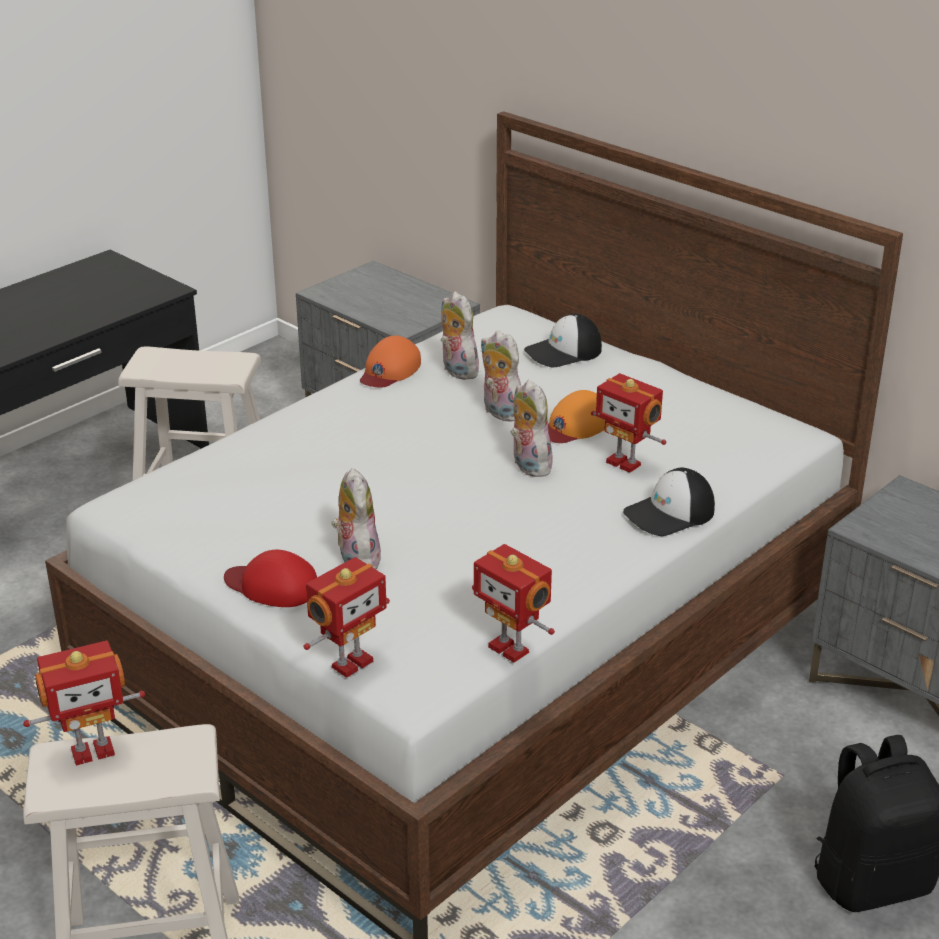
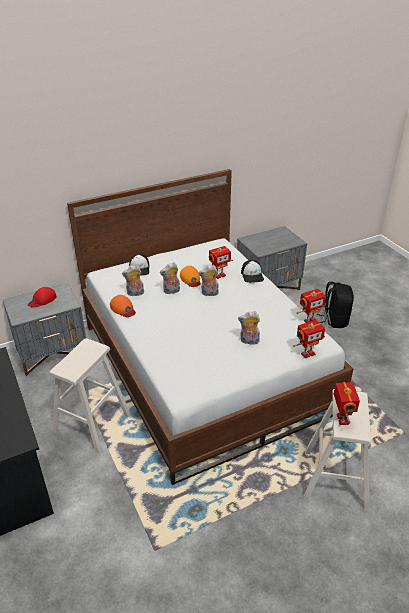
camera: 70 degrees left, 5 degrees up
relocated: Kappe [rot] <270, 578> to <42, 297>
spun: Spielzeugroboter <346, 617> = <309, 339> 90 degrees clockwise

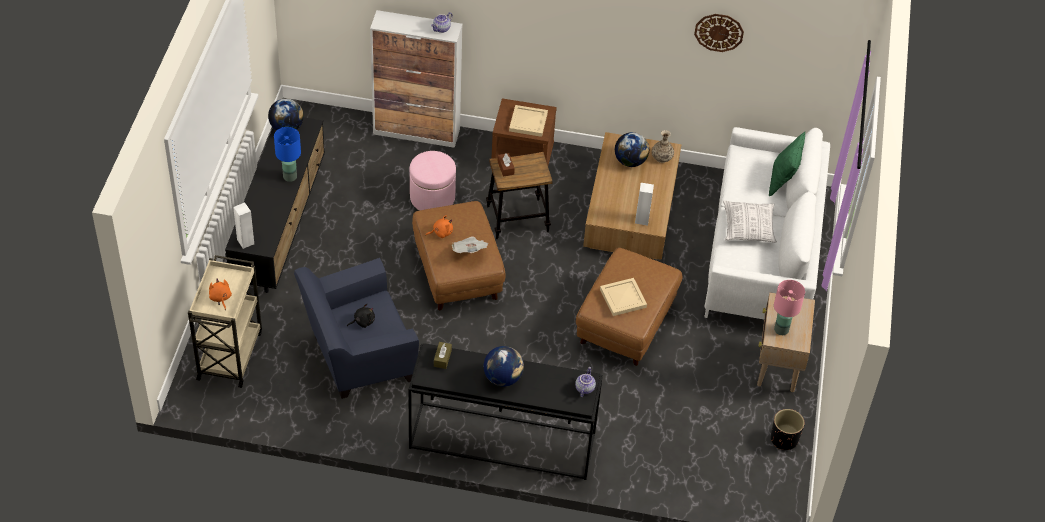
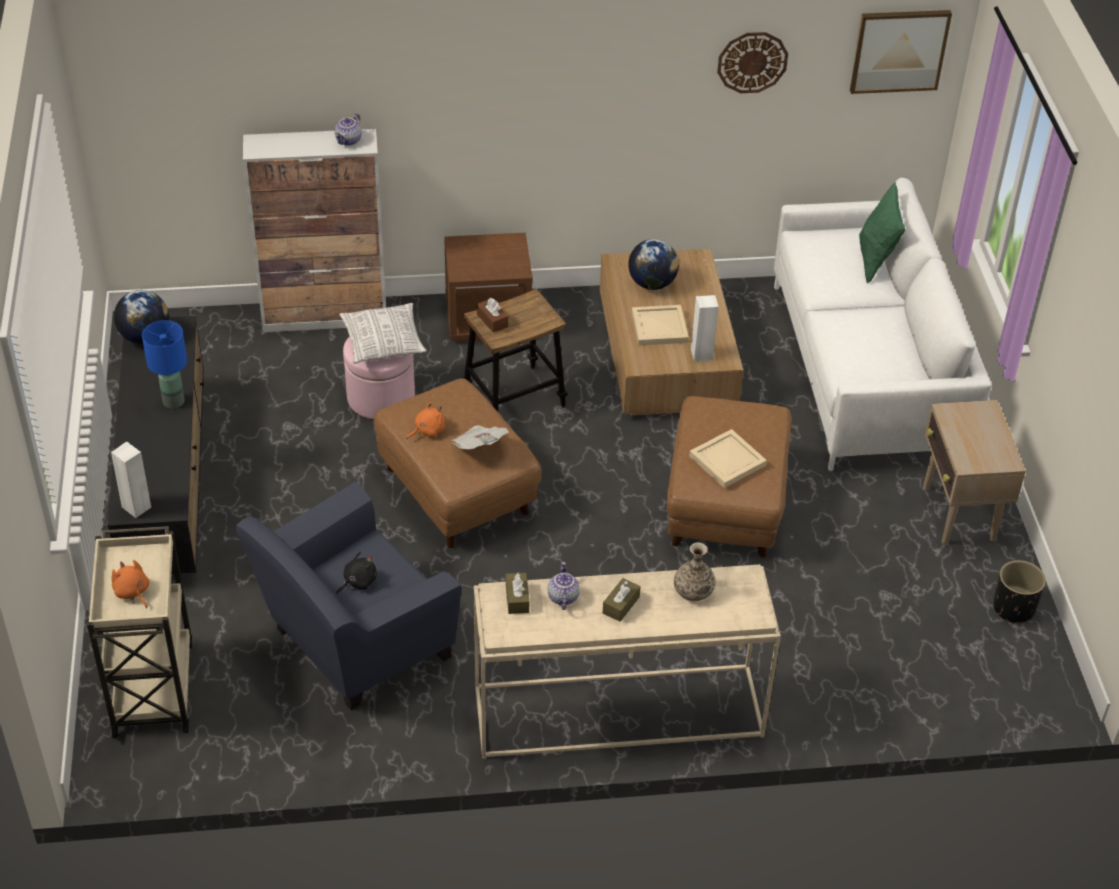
camera: 15 degrees left, 5 degrees down
missing: Tischlampe [rosa] <789, 307>
appeared: Bild <901, 52>
relocated: Kissen <750, 222> to <383, 333>; Teekanne <585, 382> to <564, 586>; Tablett [beige] <528, 121> to <660, 325>; Vase <663, 146> to <695, 571>
exchanged: Globus <504, 366> to Taschentuchbox [braun] <621, 600>
colour: Konsolentisch [schwarz] <505, 411> to Konsolentisch [beige] <627, 662>

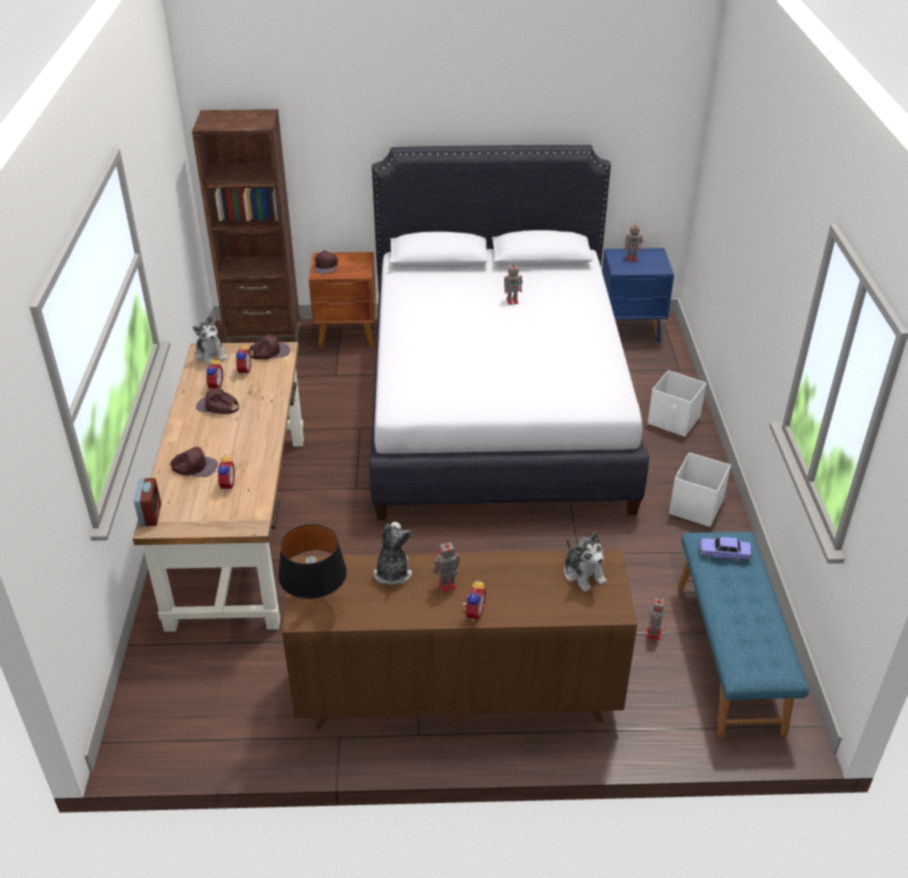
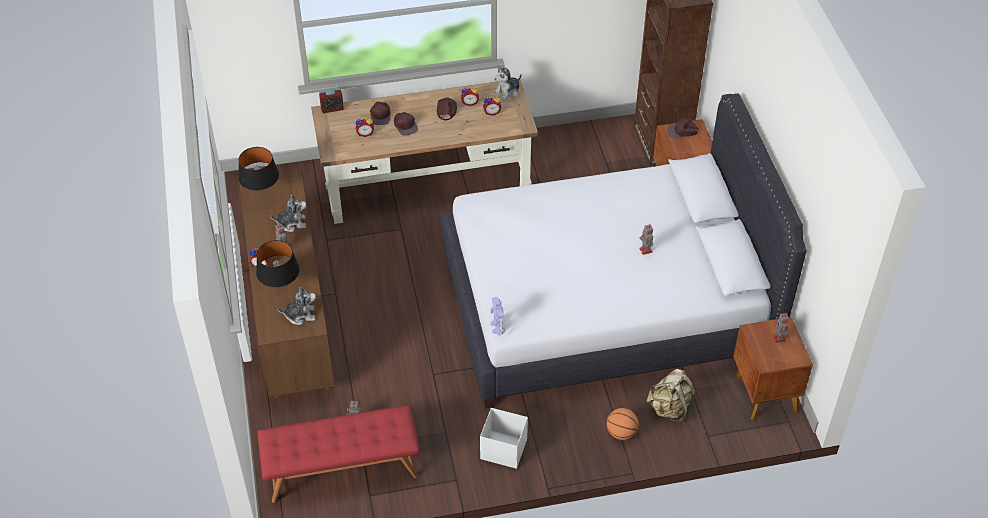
camera: 80 degrees right, 10 degrees up
missing: Spielzeugauto <725, 549>
appeared: Tischlampe [schwarz] <277, 264>; Spielzeugroboter <497, 317>; Rucksack [beige] <671, 396>
relocated: Kappe [braun] <269, 346> to <406, 124>
exchanged: Aufbewahrungsbox [weiß] <677, 403> to Basketball <623, 424>
colour: Bank [blau] <743, 635> to Bank [rot] <338, 454>; Nachttisch [blau] <638, 295> to Nachttisch [braun] <773, 368>
spun: Plüschtier <585, 562> = <297, 306> 150 degrees counterclockwise

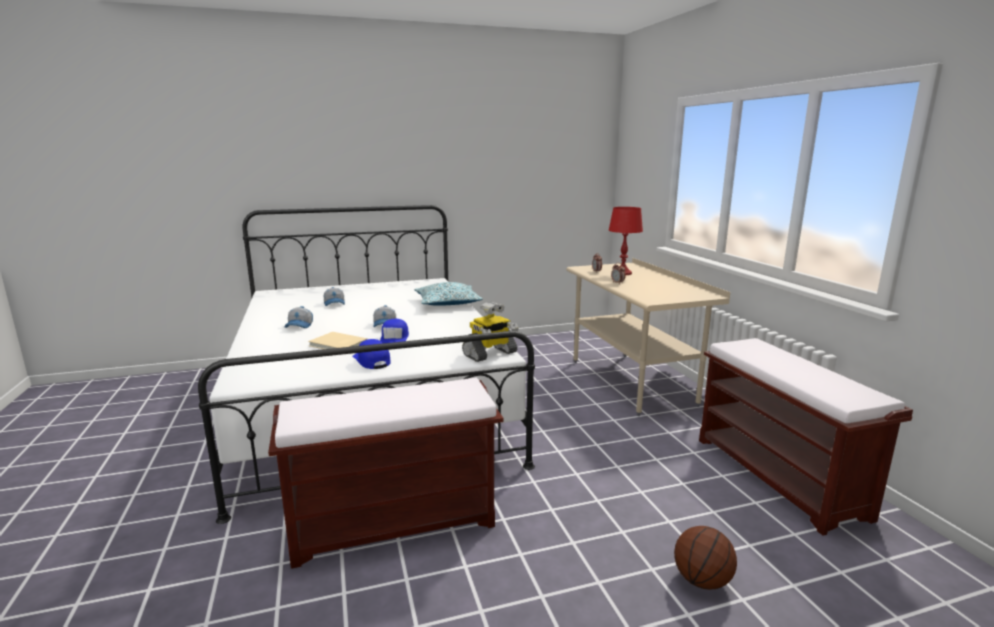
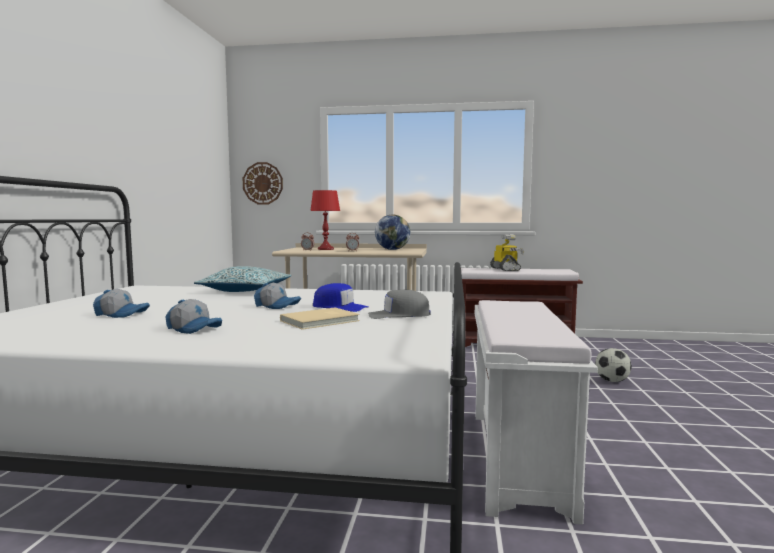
camera: 65 degrees left, 10 degrees down
appeared: Wanduhr <263, 183>; Globus <393, 232>
relocated: Spielzeugroboter <490, 331> to <507, 252>
exchanged: Basketball <705, 558> to Fußball <613, 365>
colour: Kappe [blau] <371, 354> to Kappe [grau] <399, 304>; Bank [braun] <385, 473> to Bank [weiß] <536, 412>

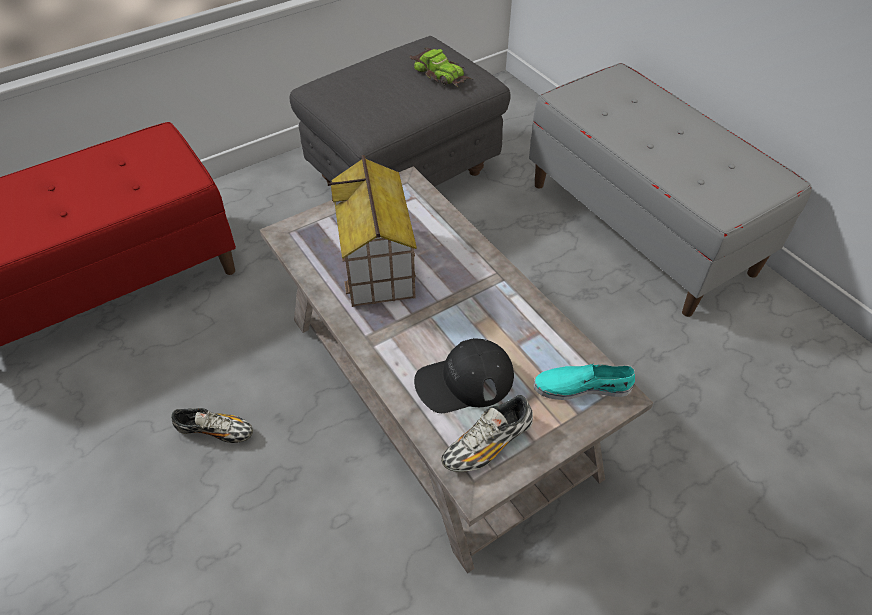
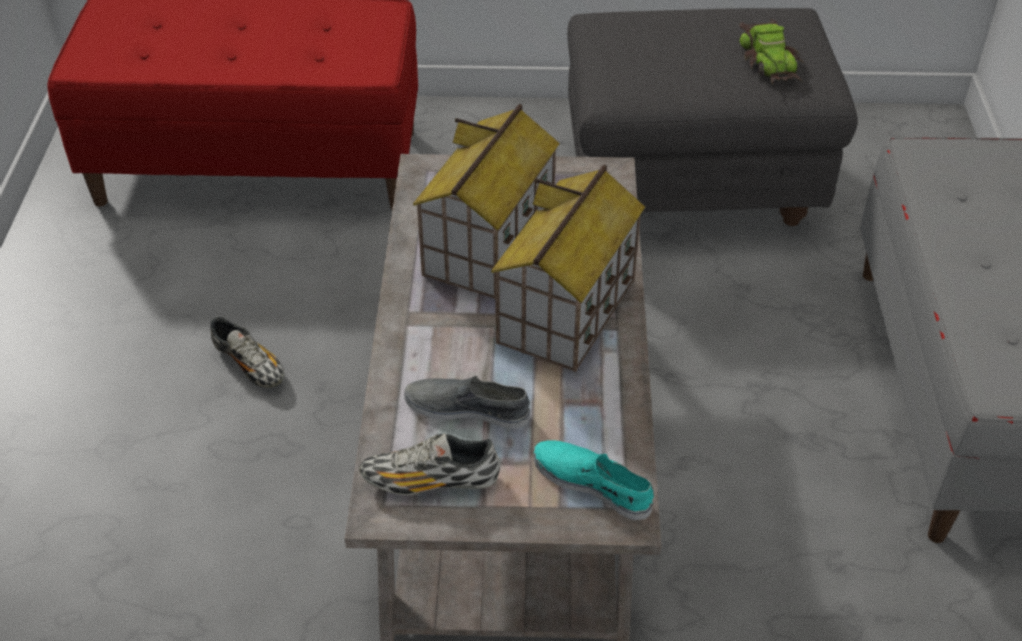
camera: 35 degrees right, 5 degrees down
appeared: Spielzeughaus <568, 268>
exchanged: Kappe [schwarz] <464, 375> to Schuh [grau] <467, 402>

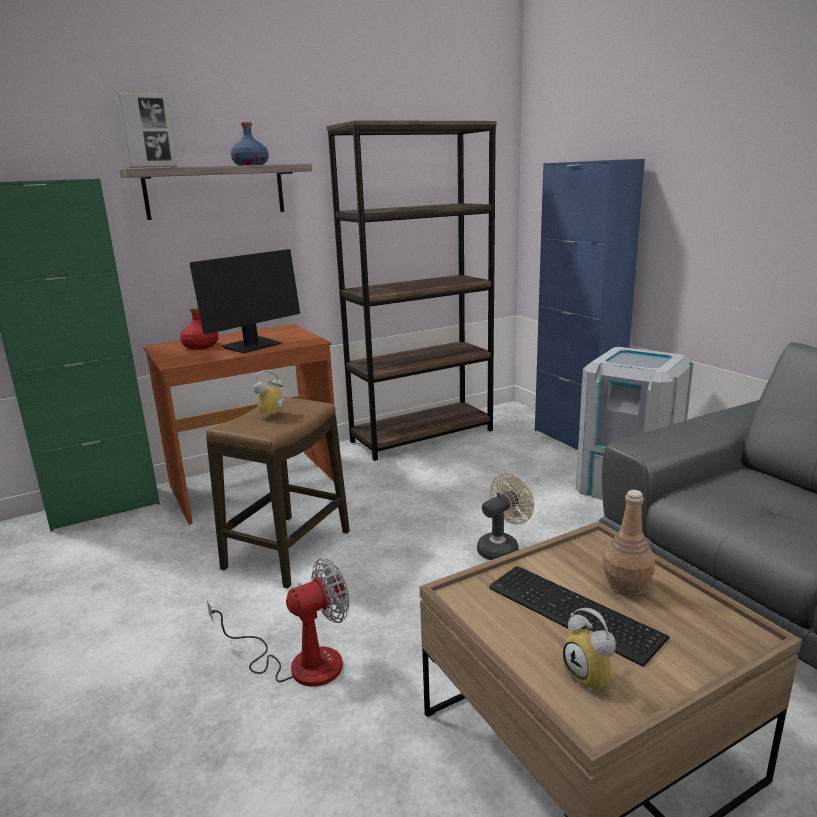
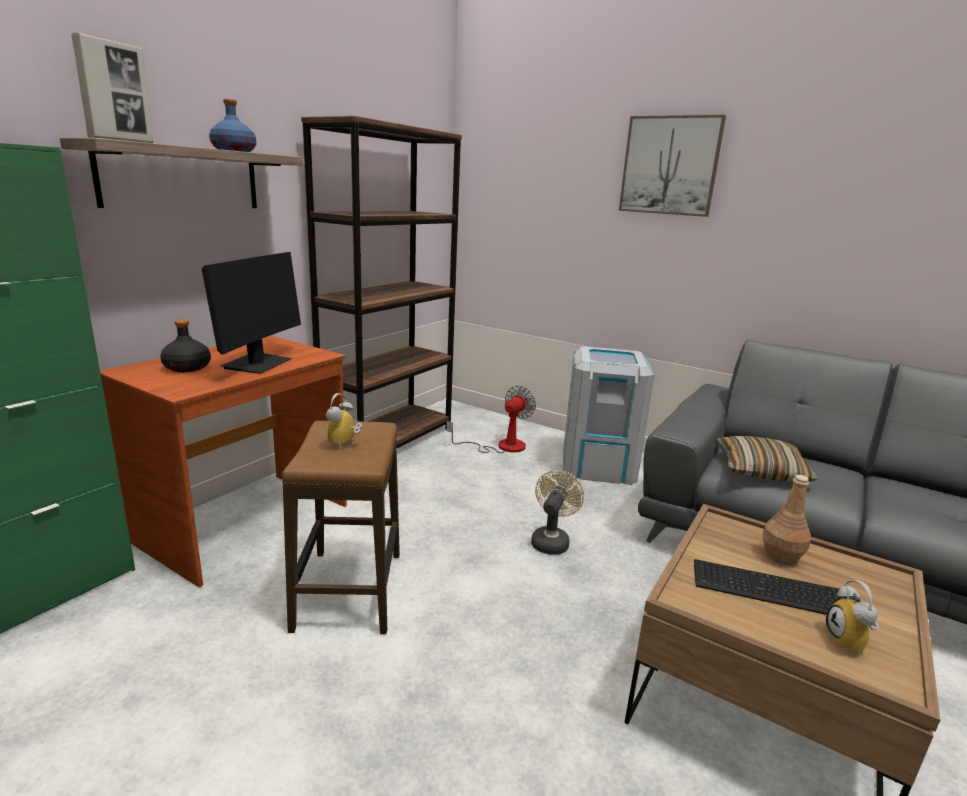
camera: 30 degrees left, 0 degrees up
missing: Schrank [blau] <590, 304>
appeared: Bild <672, 166>; Kissen <767, 458>
relocated: Ventilator <278, 622> to <491, 419>
colour: Flasche [rot] <199, 328> to Flasche [schwarz] <185, 345>
spun: Wecker <589, 650> = <852, 618> 60 degrees clockwise

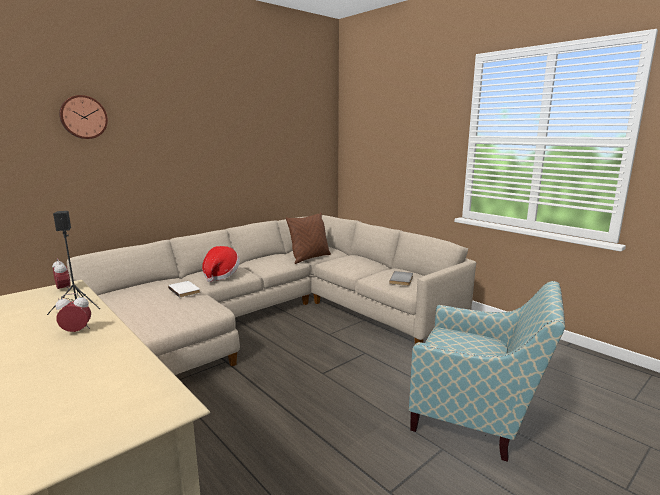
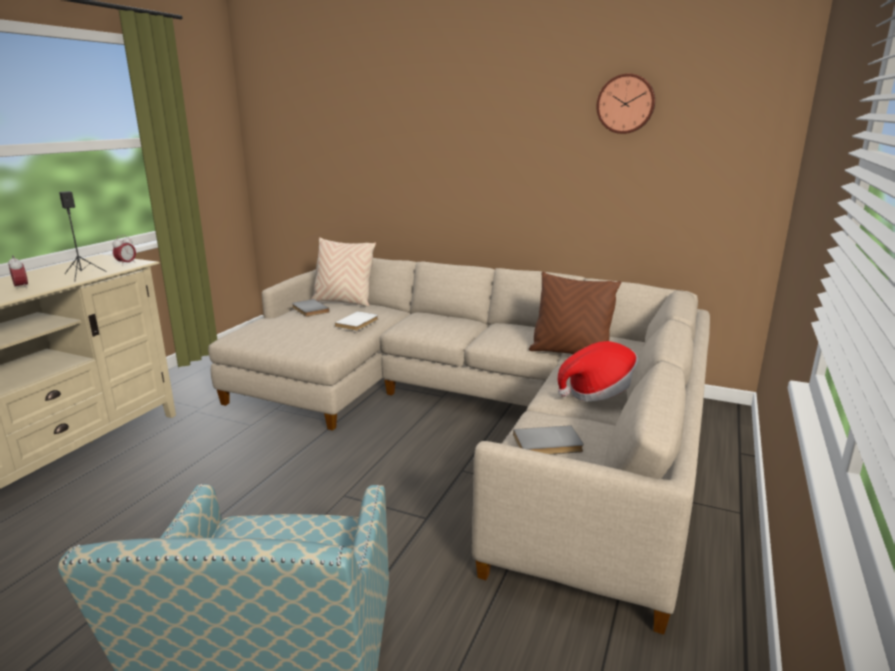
camera: 65 degrees right, 5 degrees up
appeared: Buch [grau] <311, 308>; Kissen [beige] <344, 272>
relocated: Hut <221, 264> to <598, 371>; Wanduhr <83, 117> to <625, 103>

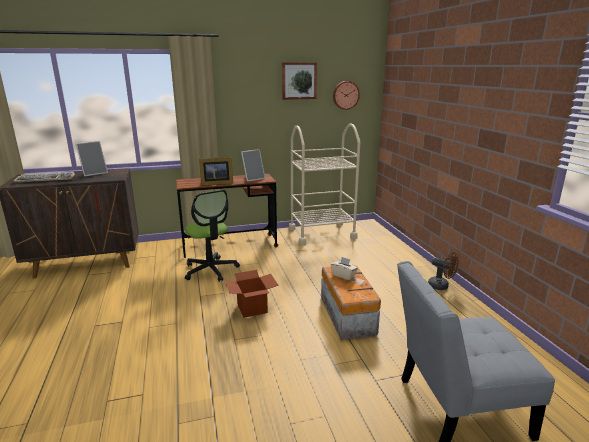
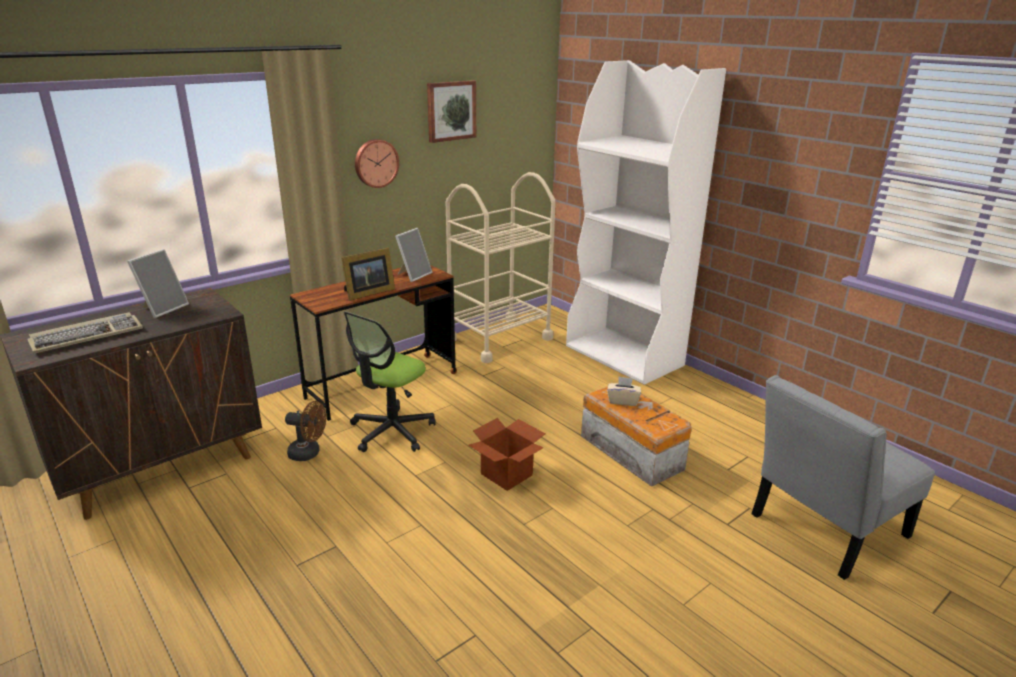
camera: 25 degrees left, 5 degrees up
appeared: Bücherregal [weiß] <646, 222>
relocated: Ventilator [braun] <443, 271> to <305, 431>; Wanduhr <346, 95> to <377, 163>
spun: Bürostuhl <212, 236> = <390, 381> 90 degrees clockwise

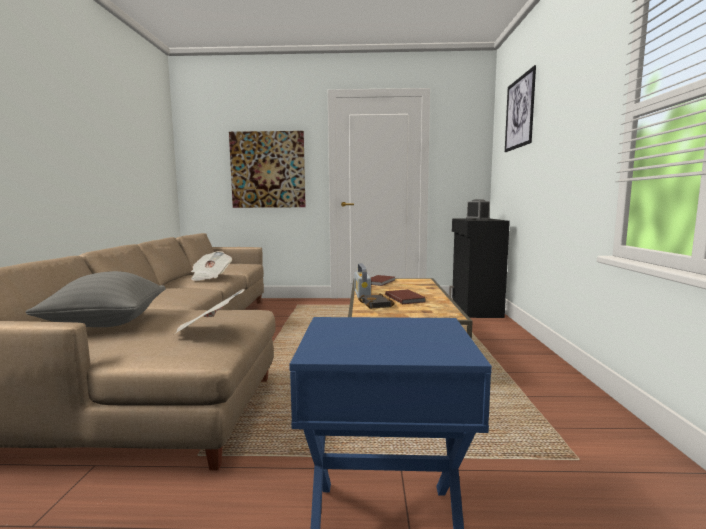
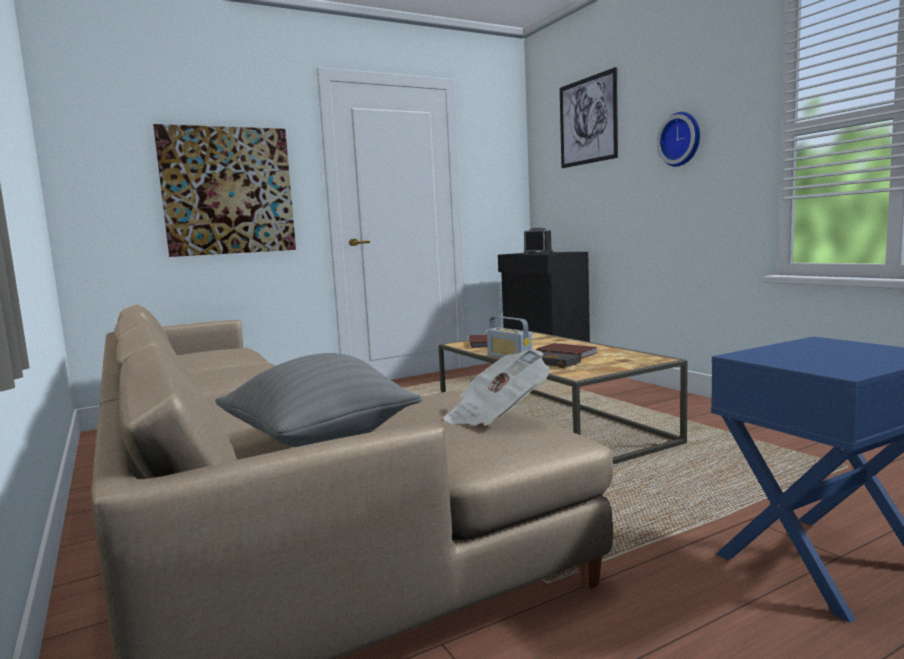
camera: 30 degrees left, 0 degrees up
missing: Zeitung <211, 266>
appeared: Wanduhr <678, 139>

